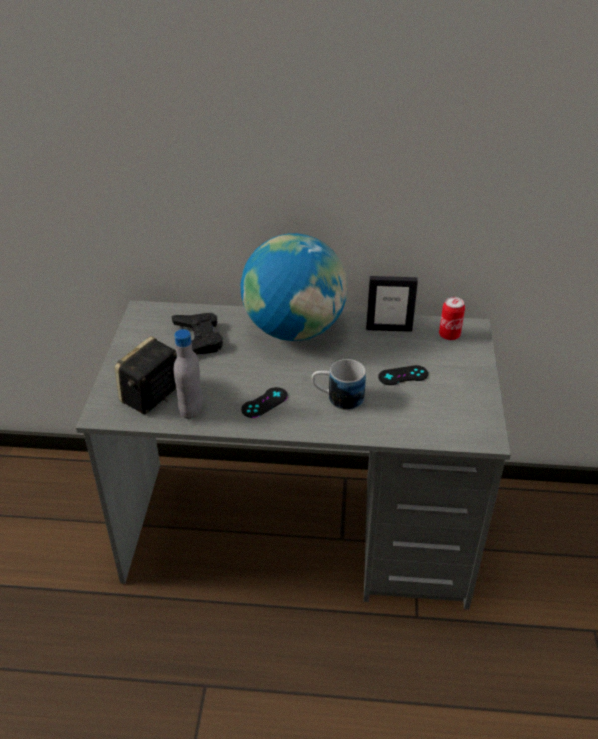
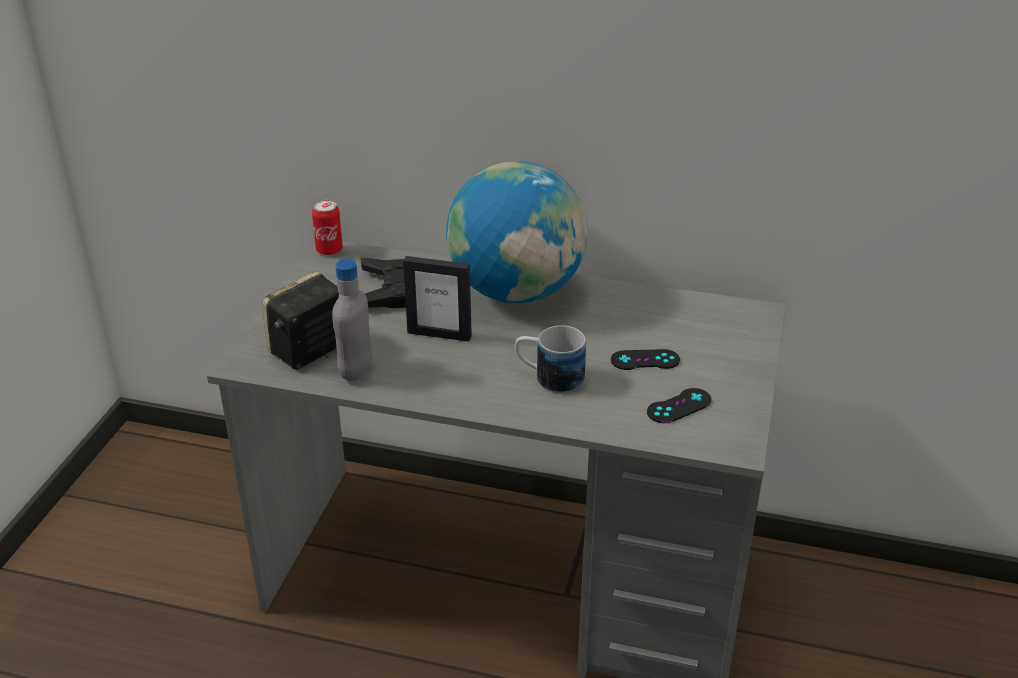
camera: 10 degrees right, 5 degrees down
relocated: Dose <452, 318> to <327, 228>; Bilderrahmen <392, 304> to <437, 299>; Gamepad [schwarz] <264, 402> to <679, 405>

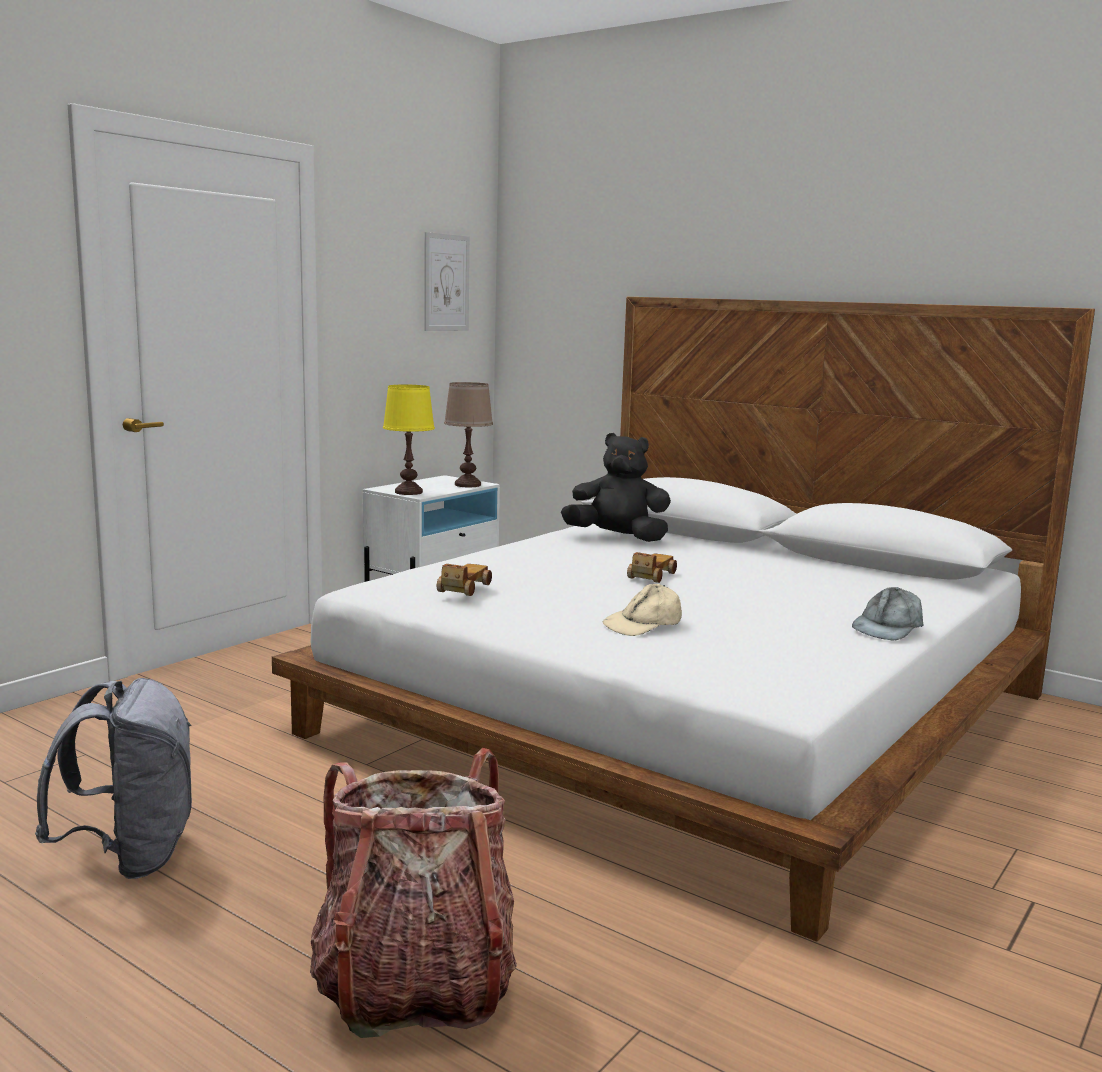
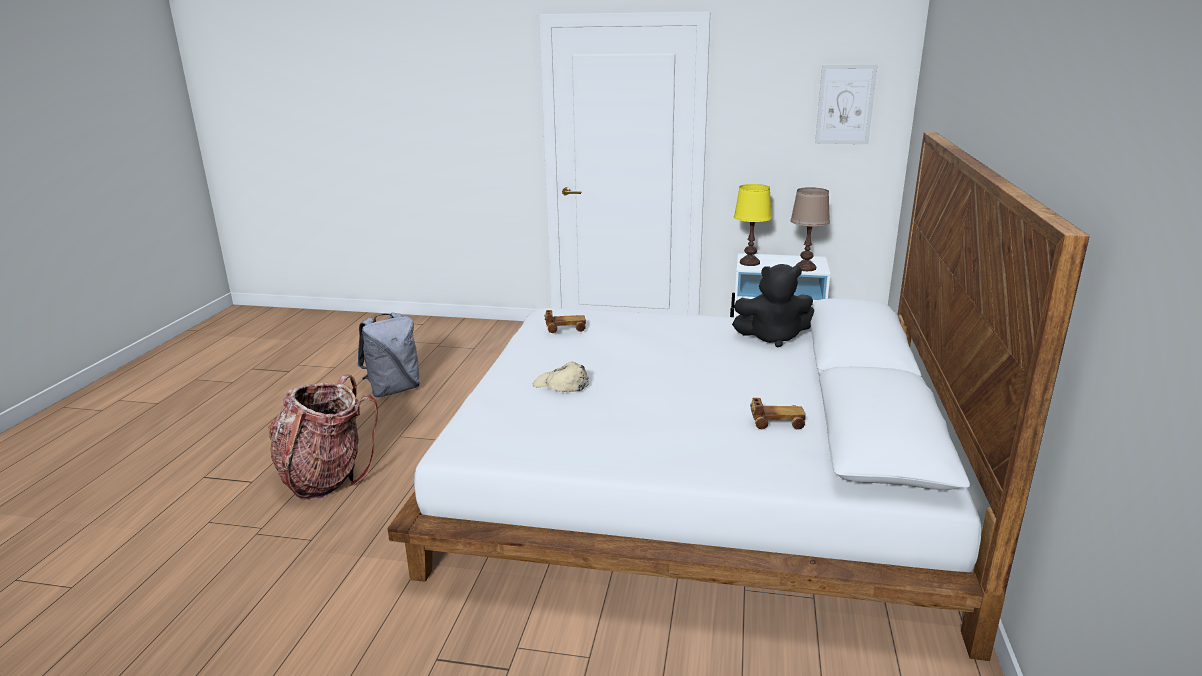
camera: 65 degrees right, 10 degrees up
missing: Kappe [grau] <887, 613>
relocated: Spielzeugauto <652, 567> to <778, 413>
spun: Plüschtier [schwarz] <616, 487> = <773, 305> 105 degrees clockwise

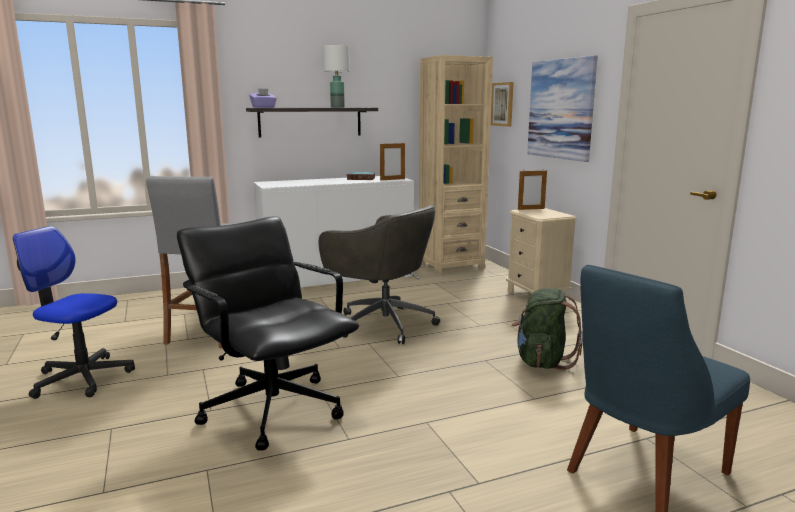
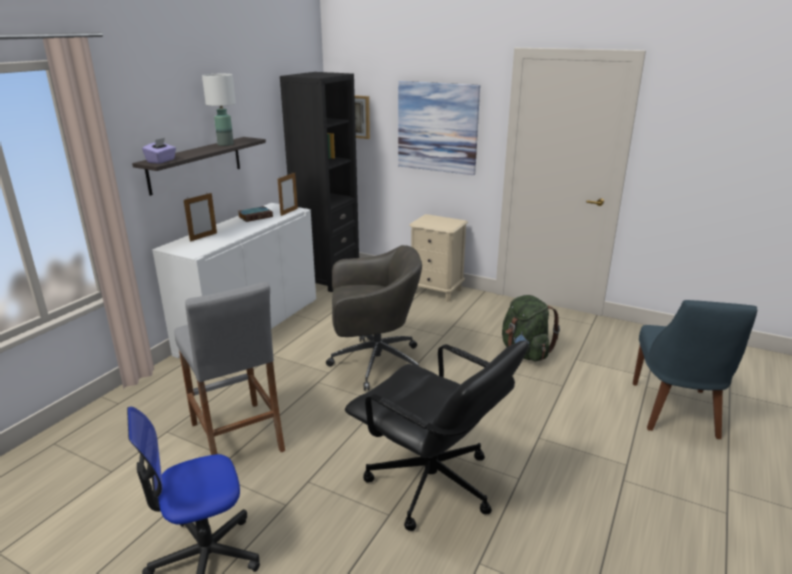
camera: 40 degrees left, 10 degrees up
relocated: Bilderrahmen <532, 189> to <200, 217>
colour: Bücherregal [beige] <456, 165> to Bücherregal [schwarz] <319, 182>
spun: Bürostuhl [schwarz] <268, 333> = <436, 436> 150 degrees counterclockwise

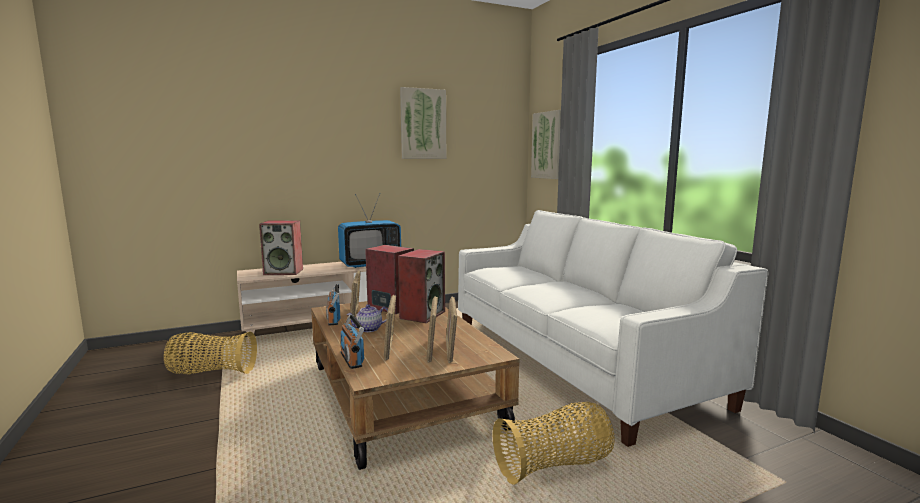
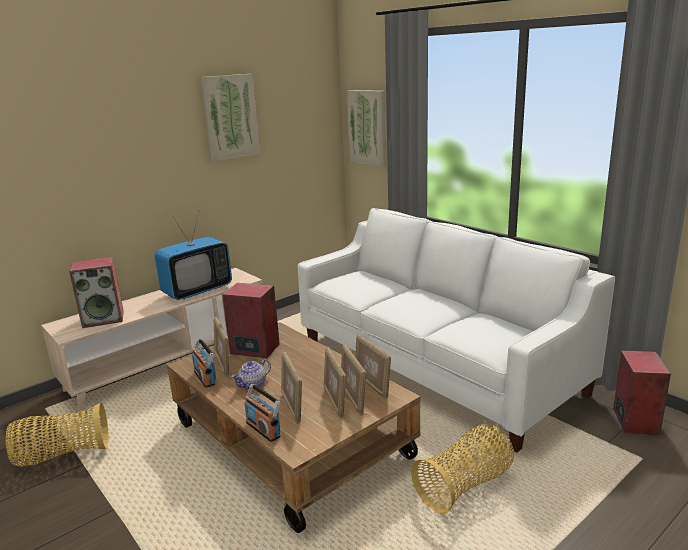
camera: 15 degrees left, 10 degrees up
appeared: Bilderrahmen <373, 366>
relocated: Lautsprecher <421, 286> to <642, 393>

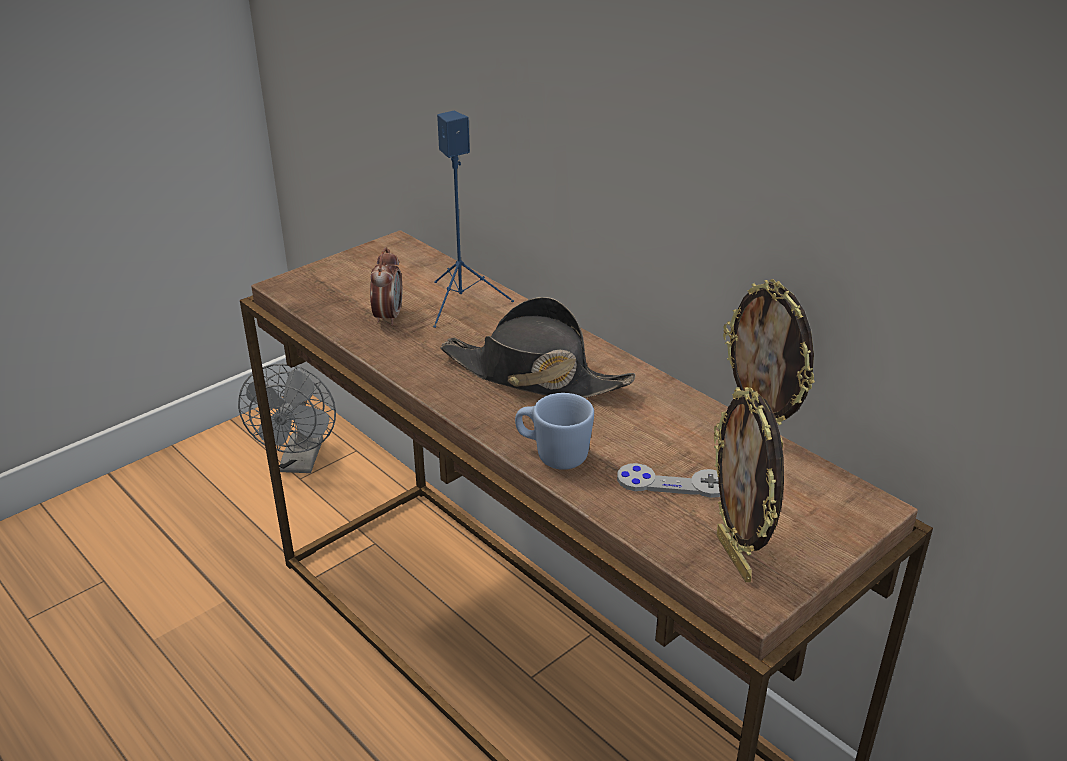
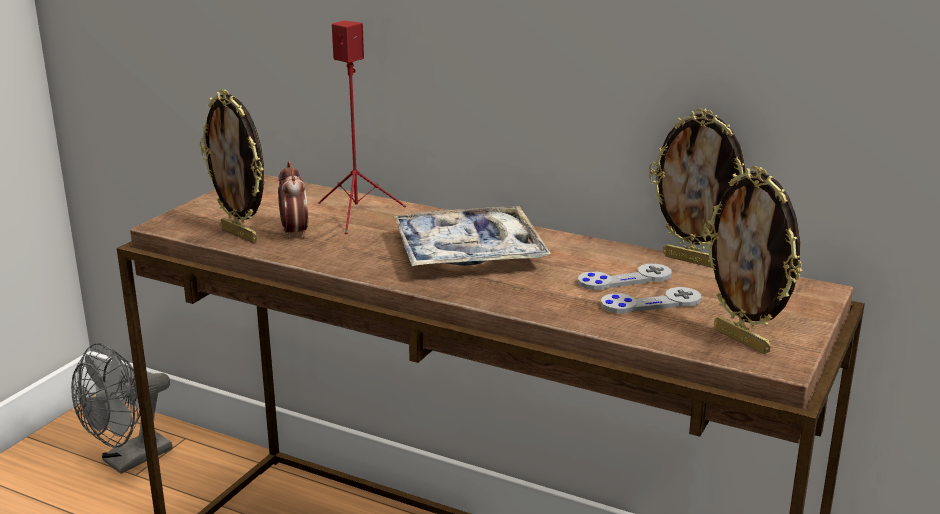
camera: 20 degrees left, 10 degrees down
missing: Henkelbecher [blau] <554, 431>
appeared: Bilderrahmen <232, 166>; Gamepad [grau] <625, 276>
exchanged: Hut [schwarz] <538, 347> to Tablett <472, 236>
colour: Lautsprecher [blau] <473, 219> to Lautsprecher [rot] <362, 127>
spun: Ventilator [grau] <287, 418> = <122, 408> 60 degrees clockwise

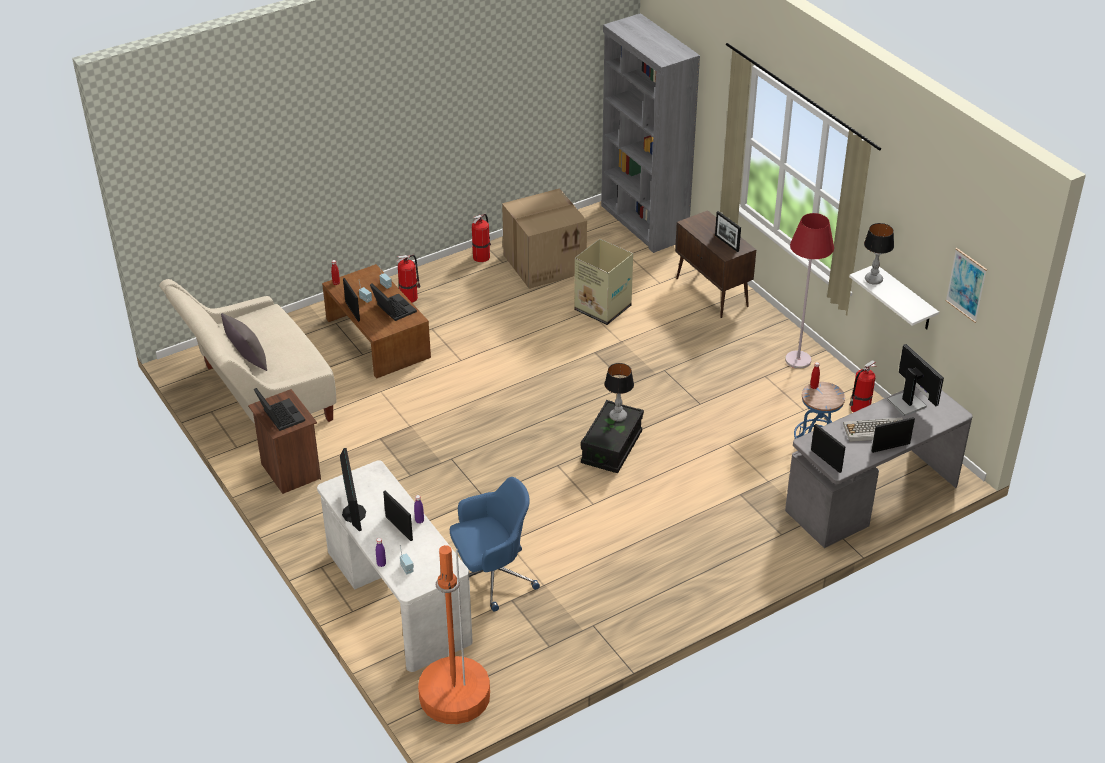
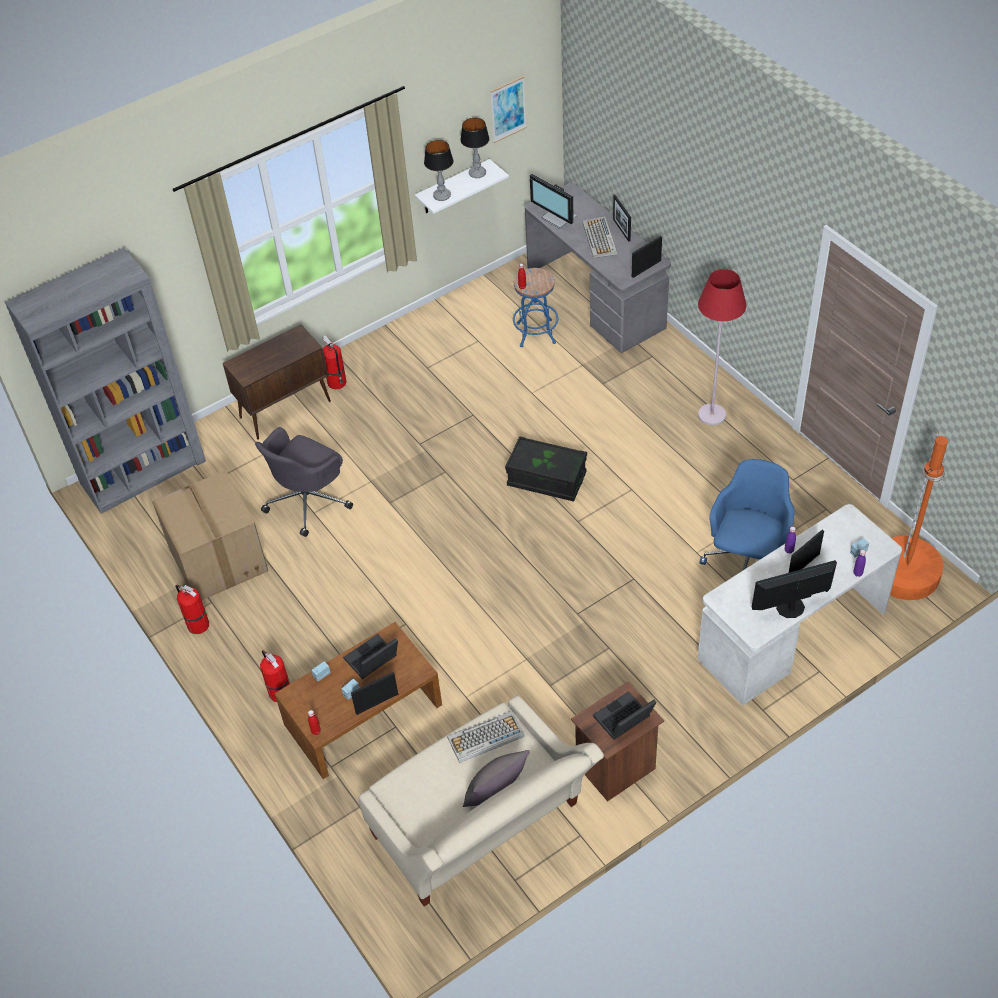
camera: 90 degrees left, 10 degrees up
missing: Bilderrahmen <728, 231>
appeared: Tastatur <486, 737>
relocated: Feuerlöscher <862, 386> to <335, 362>; Tischlampe <619, 392> to <474, 148>; Stehlampe [rot] <809, 291> to <722, 347>
exchanged: Karton <603, 282> to Bürostuhl [grau] <304, 482>
spun: Monitor <915, 380> = <553, 201> 105 degrees counterclockwise; Bürostuhl [blau] <495, 544> = <747, 514> 45 degrees clockwise

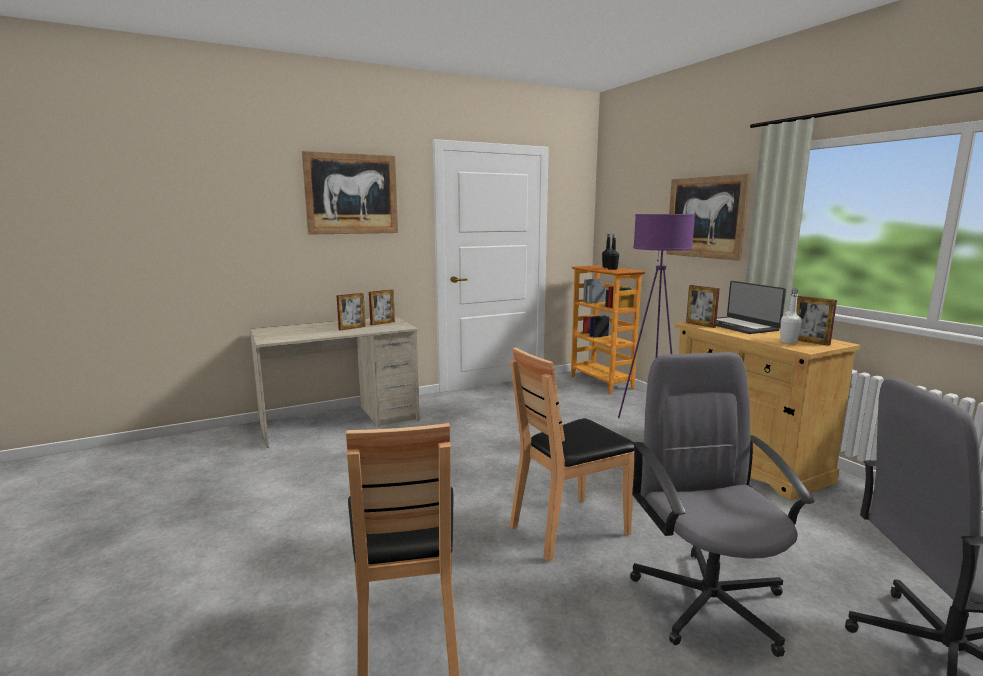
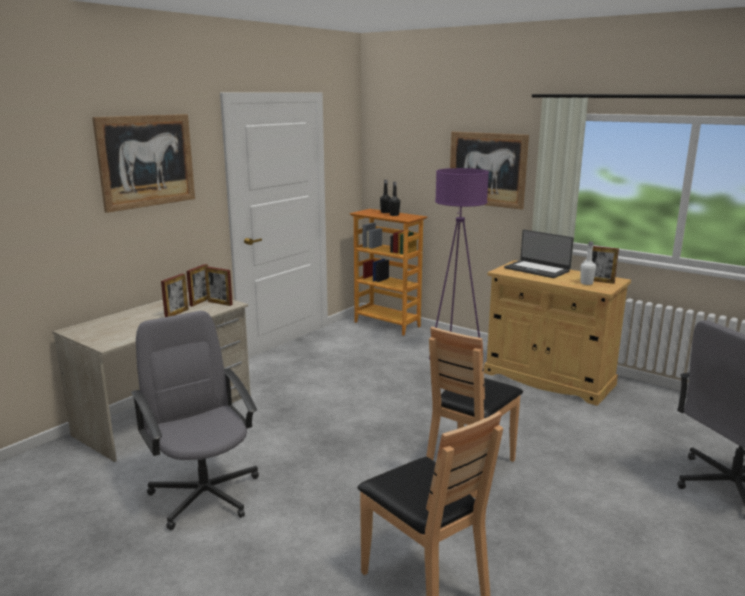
camera: 25 degrees left, 5 degrees up
relocated: Bürostuhl [grau] <722, 504> to <195, 420>; Bilderrahmen <703, 306> to <219, 286>

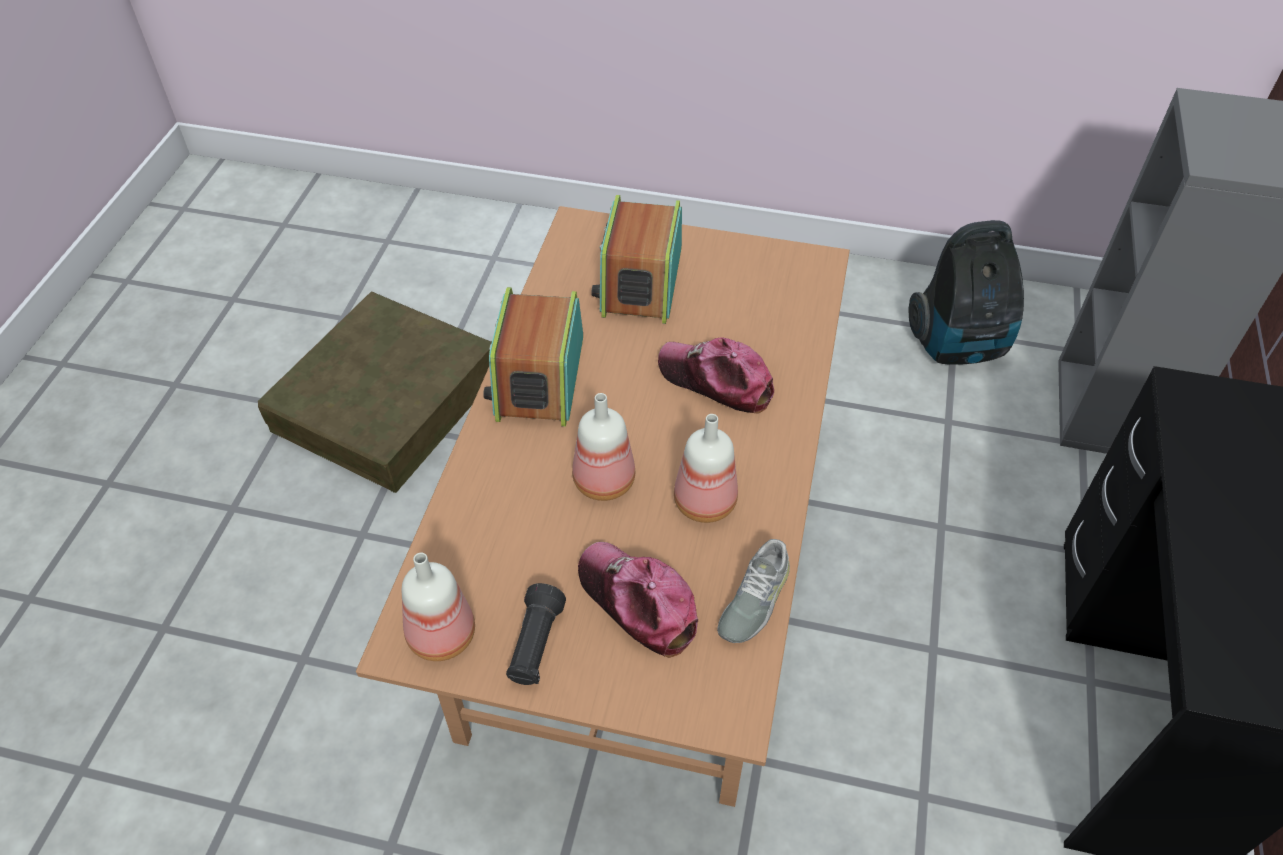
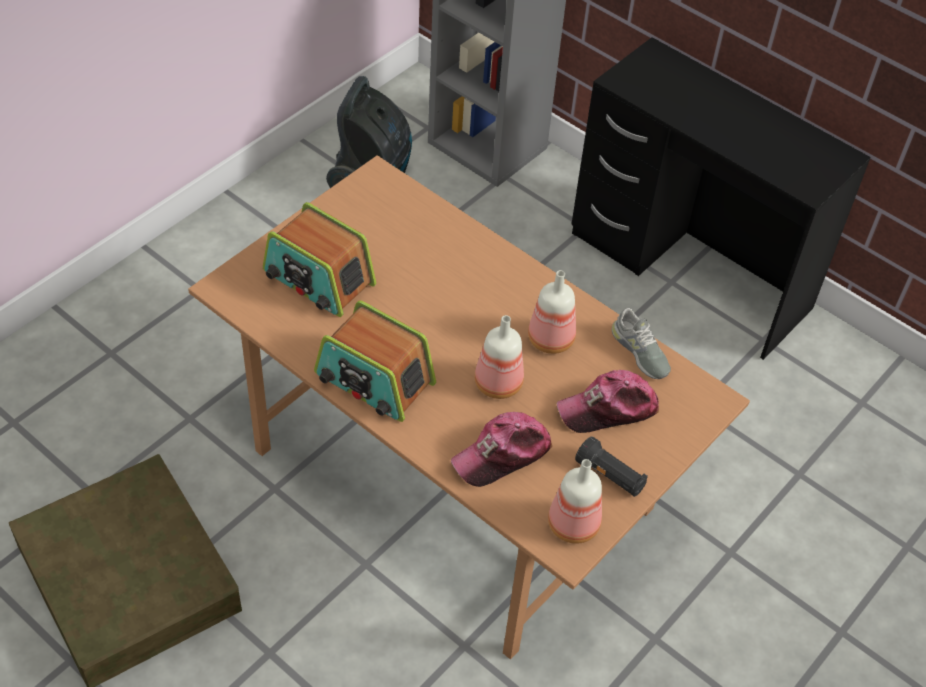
camera: 65 degrees left, 0 degrees up
relocated: Kappe <716, 376> to <501, 449>

